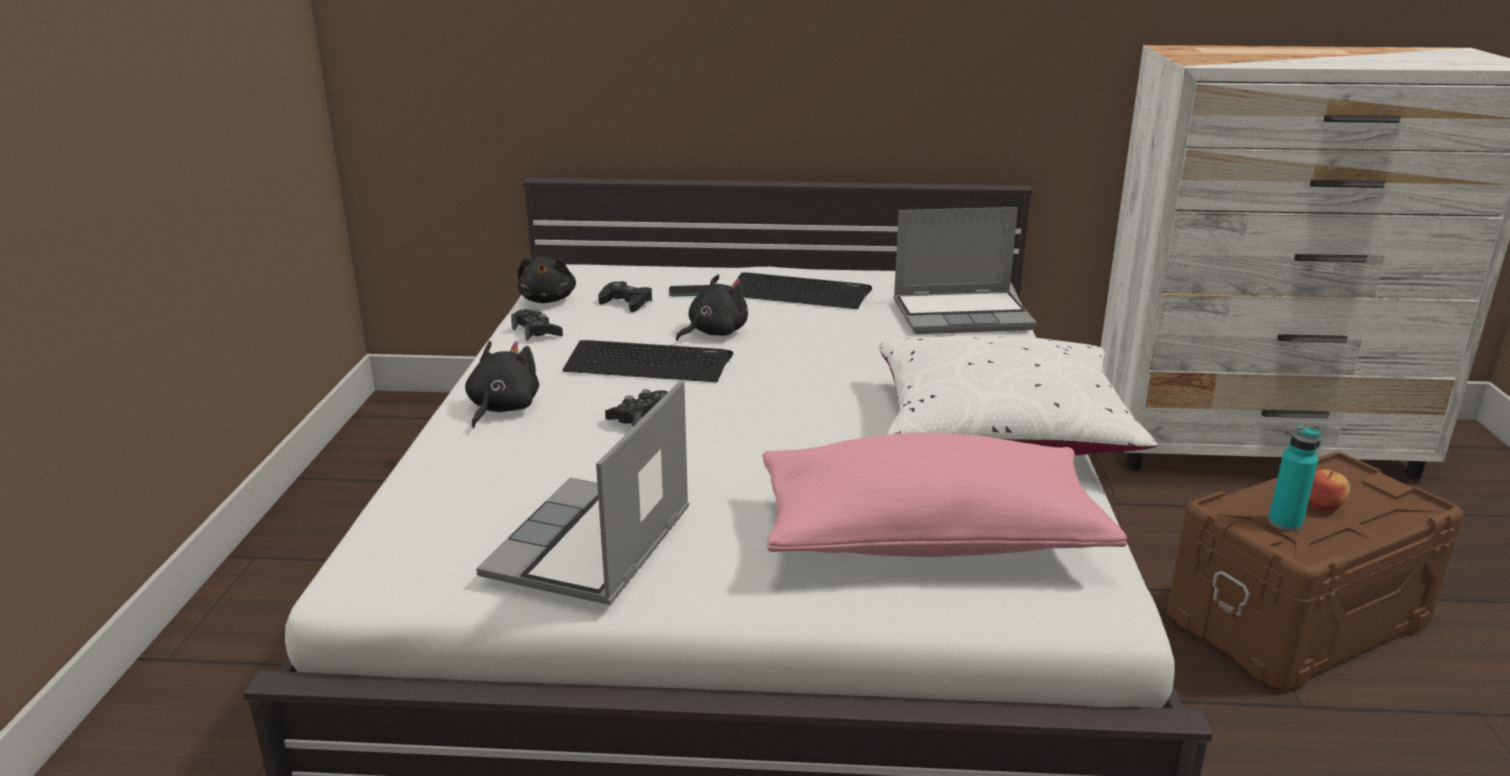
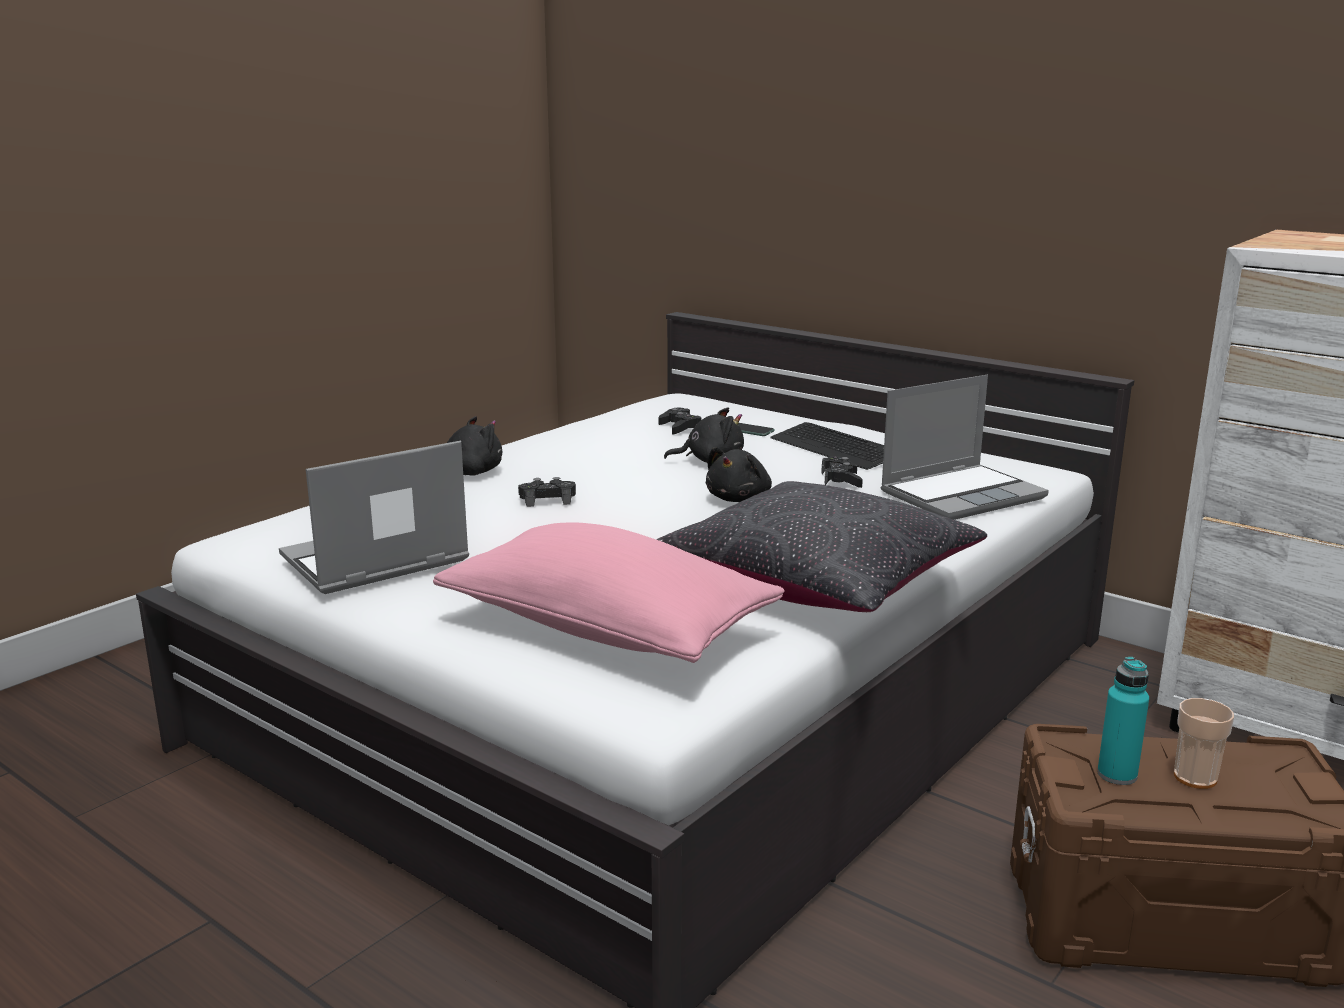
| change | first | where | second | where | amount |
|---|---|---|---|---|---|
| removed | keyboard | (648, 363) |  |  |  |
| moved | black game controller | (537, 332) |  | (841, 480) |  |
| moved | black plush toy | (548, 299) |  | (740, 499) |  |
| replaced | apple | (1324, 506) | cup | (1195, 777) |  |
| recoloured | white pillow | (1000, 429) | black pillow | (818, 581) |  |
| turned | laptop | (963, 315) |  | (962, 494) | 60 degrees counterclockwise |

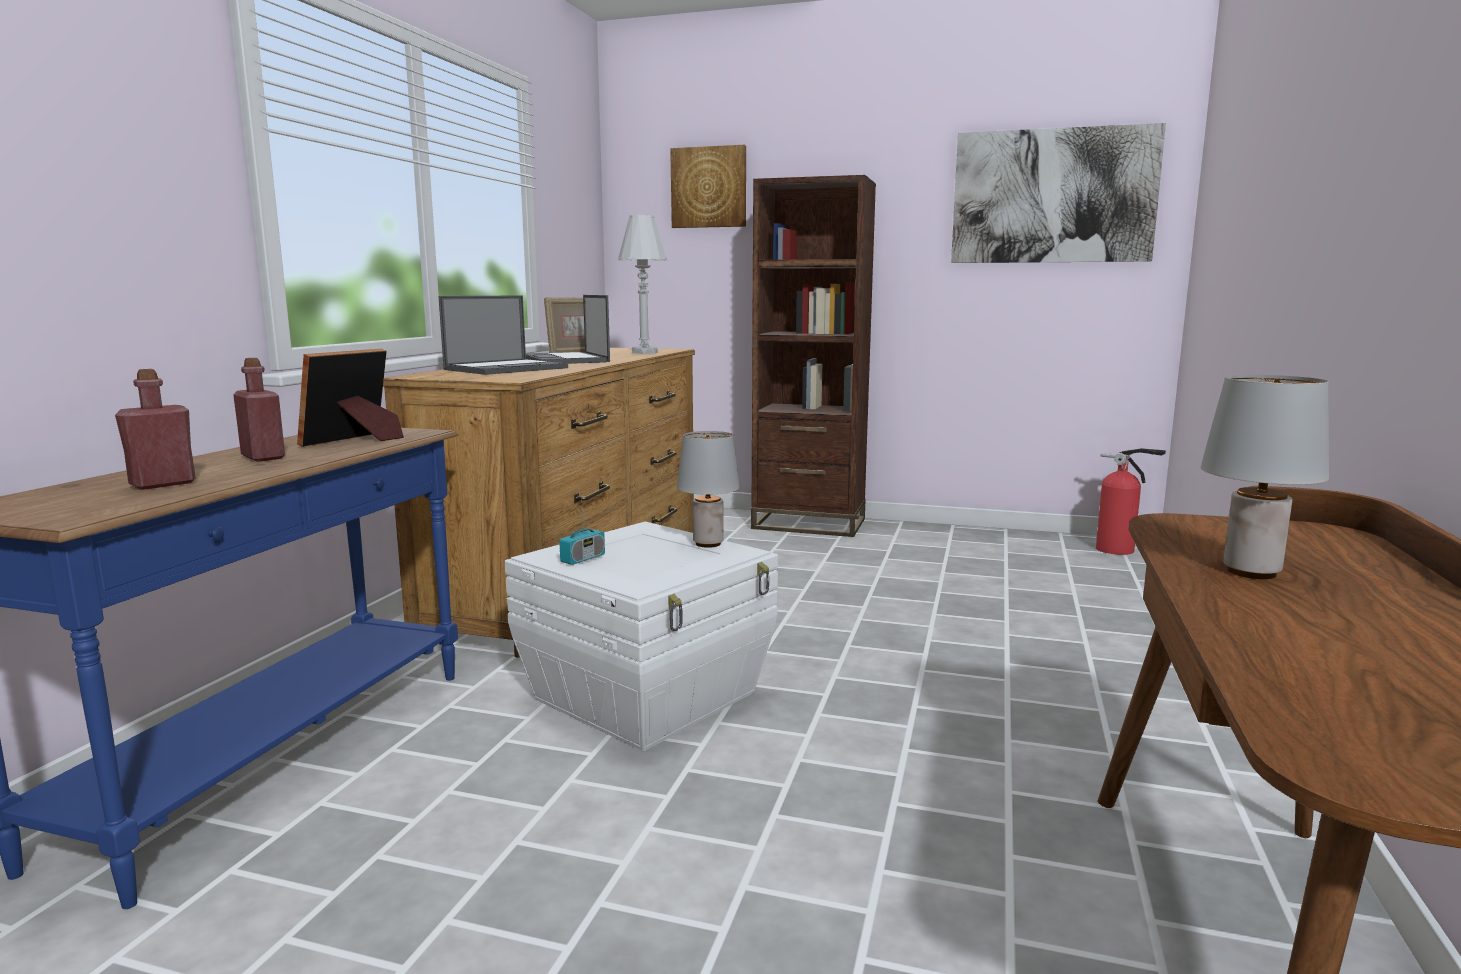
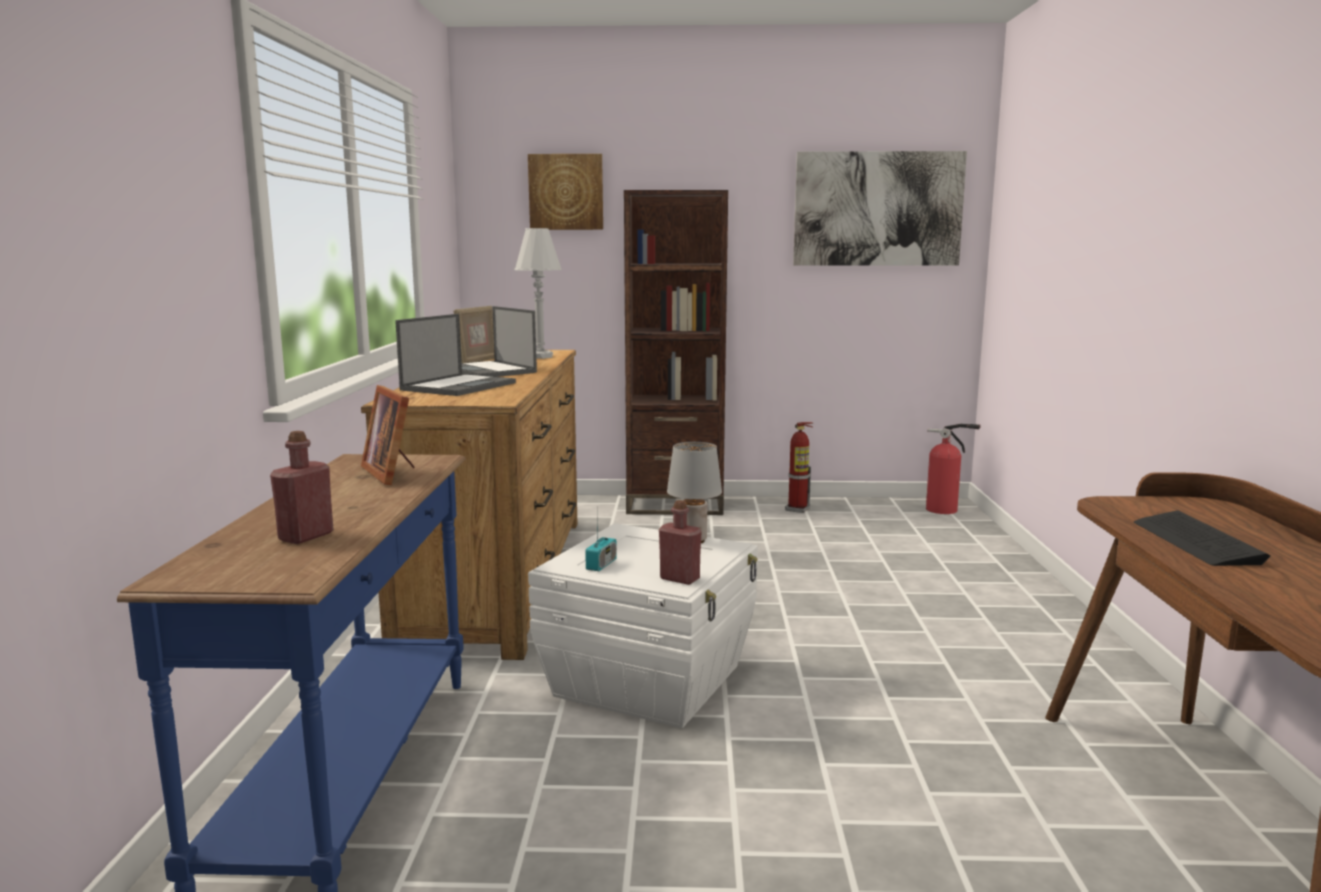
| change | first | where | second | where | amount |
|---|---|---|---|---|---|
| added |  |  | fire extinguisher | (798, 509) |  |
| moved | red bottle | (263, 457) |  | (679, 579) |  |
| replaced | grey table lamp | (1251, 572) | keyboard | (1196, 542) |  |
| turned | picture frame | (356, 440) |  | (393, 473) | 45 degrees counterclockwise |

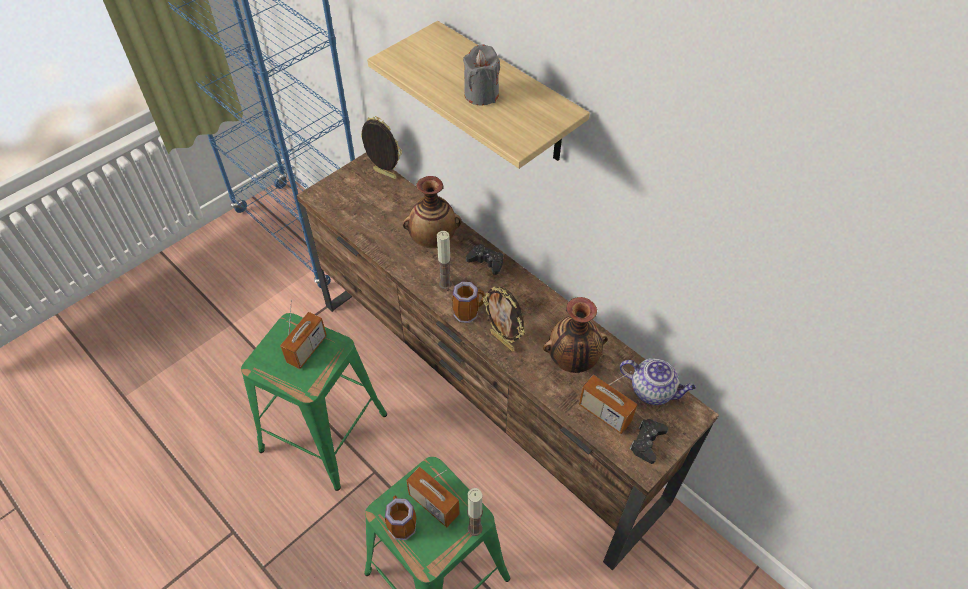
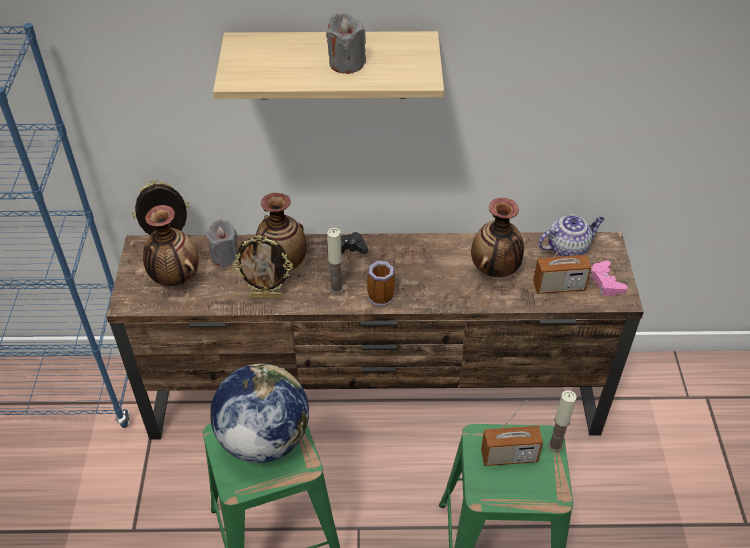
| change | first | where | second | where | amount |
|---|---|---|---|---|---|
| removed | mug | (400, 525) |  |  |  |
| added |  |  | vase | (175, 277) |  |
| added |  |  | grey candle | (225, 256) |  |
| moved | picture frame | (503, 341) |  | (267, 296) |  |
| replaced | radio | (307, 349) | globe | (263, 438) |  |
| recoloured | black game controller | (647, 442) | pink game controller | (605, 282) |  |

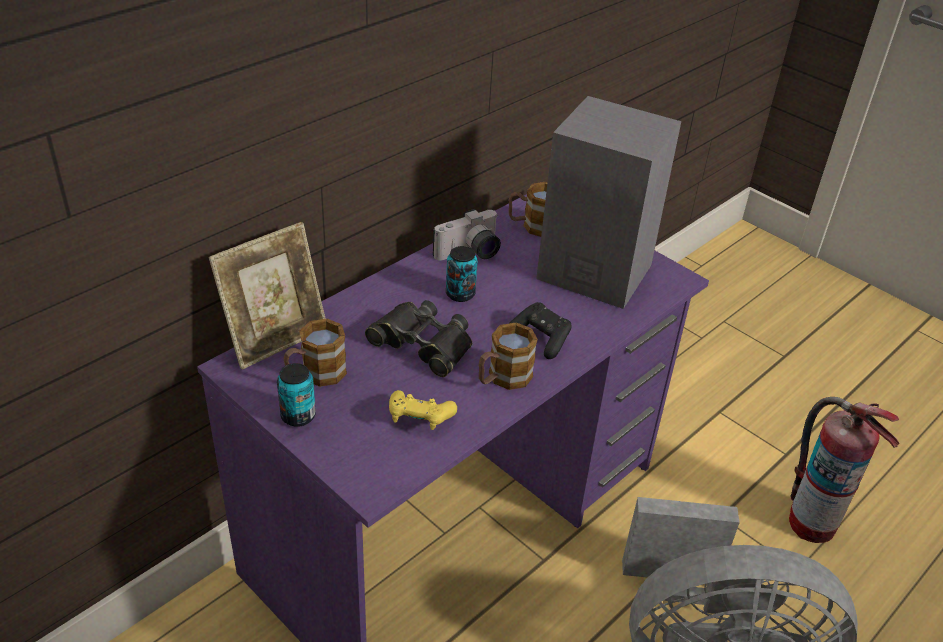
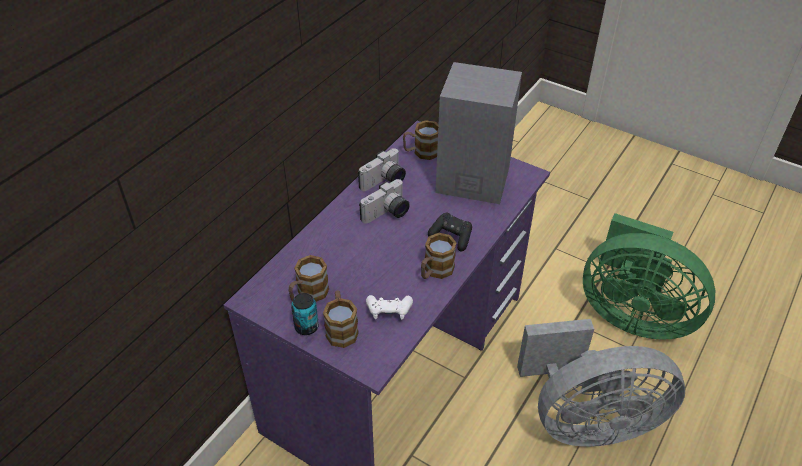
| change | first | where | second | where | amount |
|---|---|---|---|---|---|
| removed | picture frame | (276, 339) |  |  |  |
| removed | black binoculars | (423, 344) |  |  |  |
| added |  |  | mug | (341, 328) |  |
| replaced | can | (460, 294) | photo camera | (387, 214) |  |
| replaced | fire extinguisher | (811, 522) | green fan | (632, 314) |  |
| recoloured | yellow game controller | (419, 419) | white game controller | (389, 312) |  |

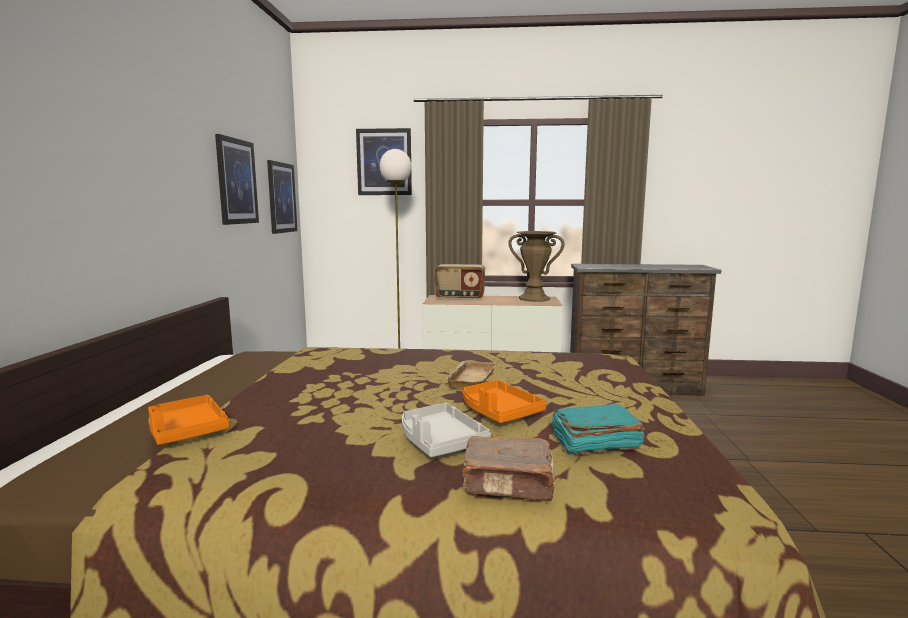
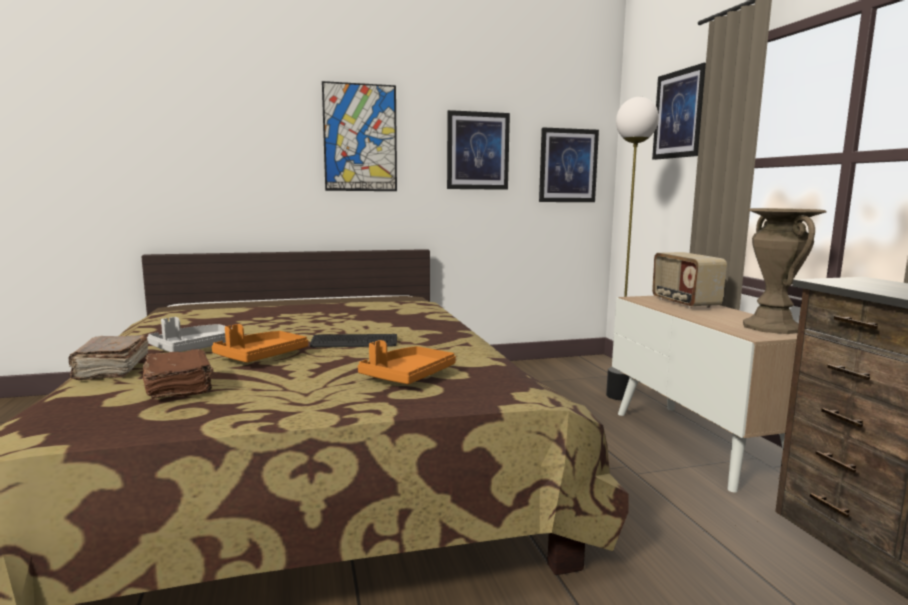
| change | first | where | second | where | amount |
|---|---|---|---|---|---|
| added |  |  | picture | (360, 138) |  |
| moved | orange tray | (187, 431) |  | (407, 376) |  |
| replaced | beige tray | (469, 379) | keyboard | (354, 342) |  |
| recoloured | turquoise book | (593, 443) | brown book | (180, 388) |  |

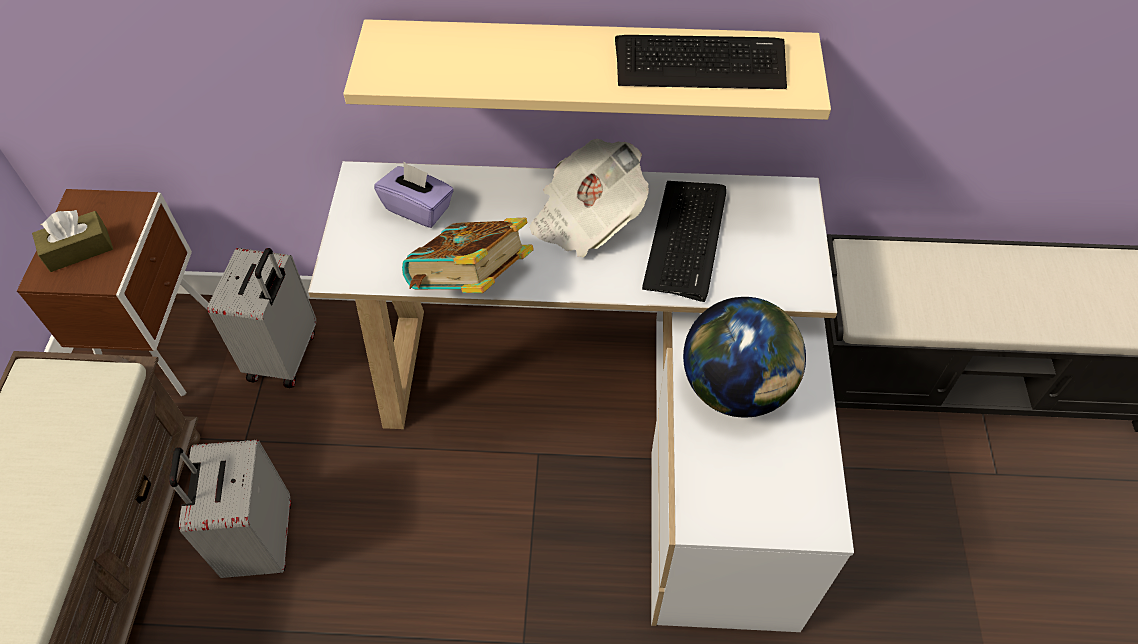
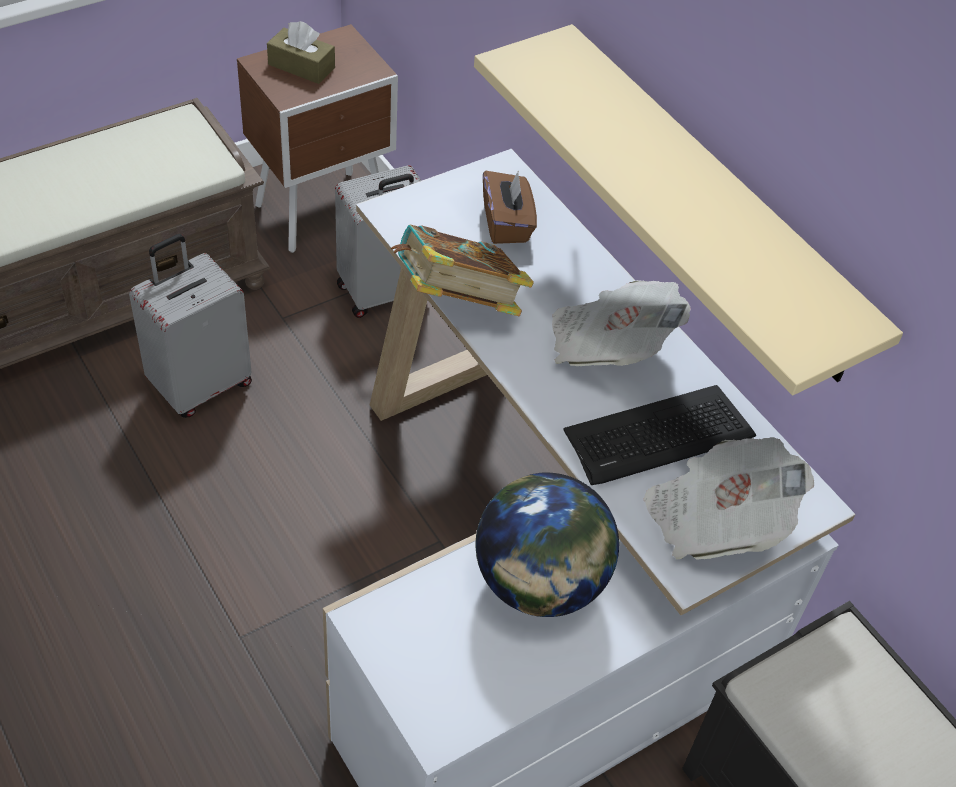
| change | first | where | second | where | amount |
|---|---|---|---|---|---|
| removed | keyboard | (700, 63) |  |  |  |
| added |  |  | newspaper | (716, 520) |  |
| recoloured | purple tissue box | (418, 208) | brown tissue box | (507, 224) |  |

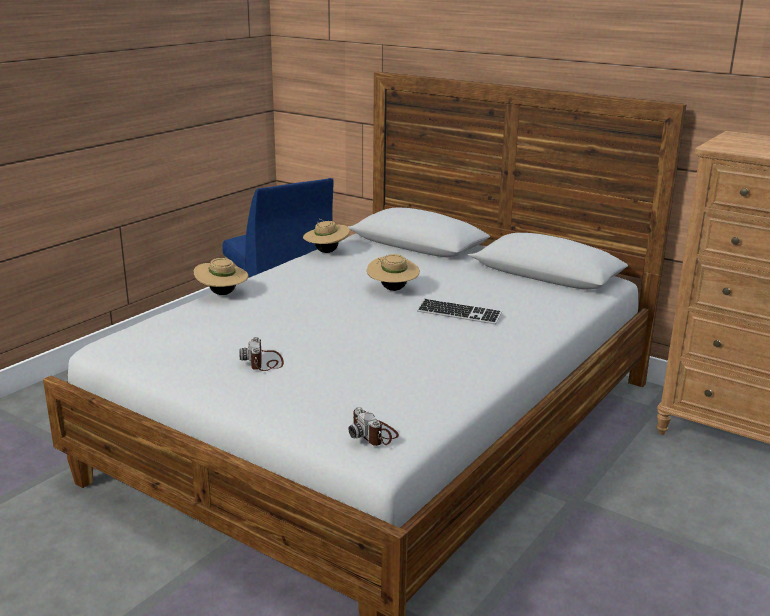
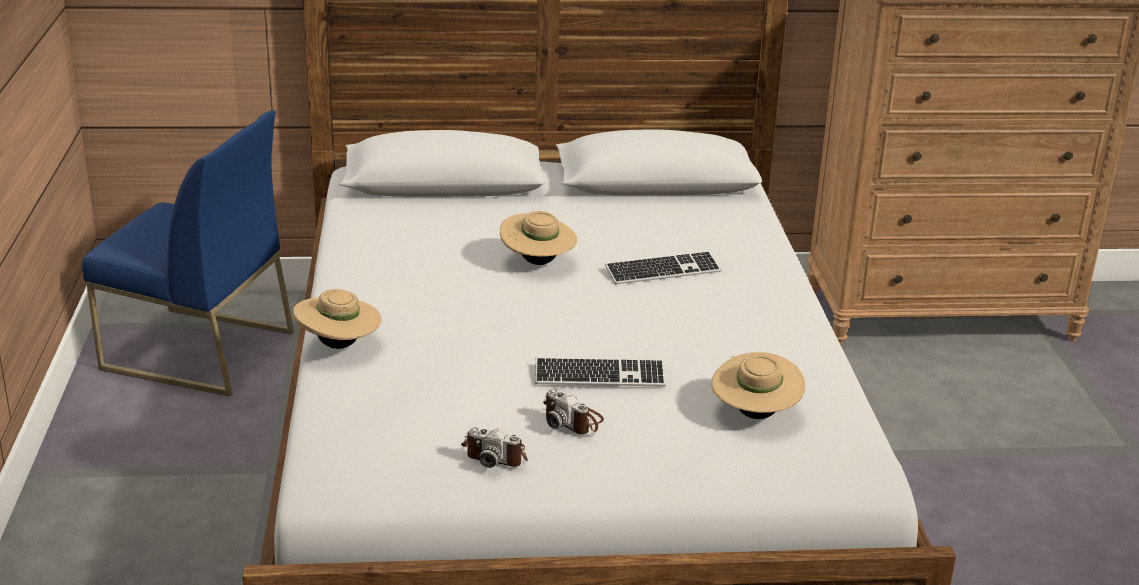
| change | first | where | second | where | amount |
|---|---|---|---|---|---|
| added |  |  | keyboard | (600, 376) |  |
| moved | beige hat | (326, 251) |  | (754, 414) |  |
| moved | photo camera | (374, 434) |  | (496, 454) |  |

